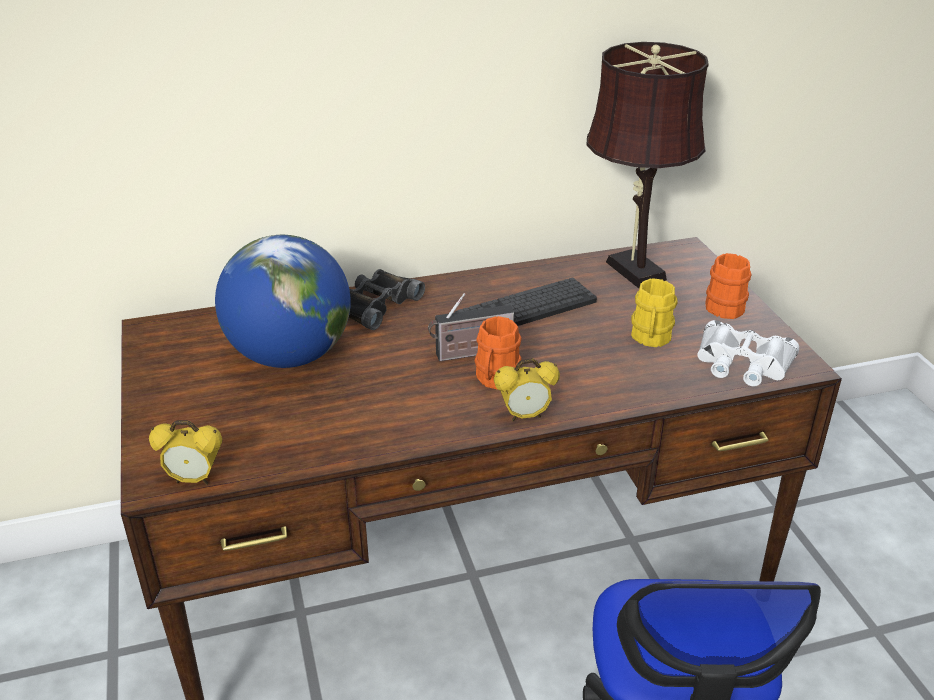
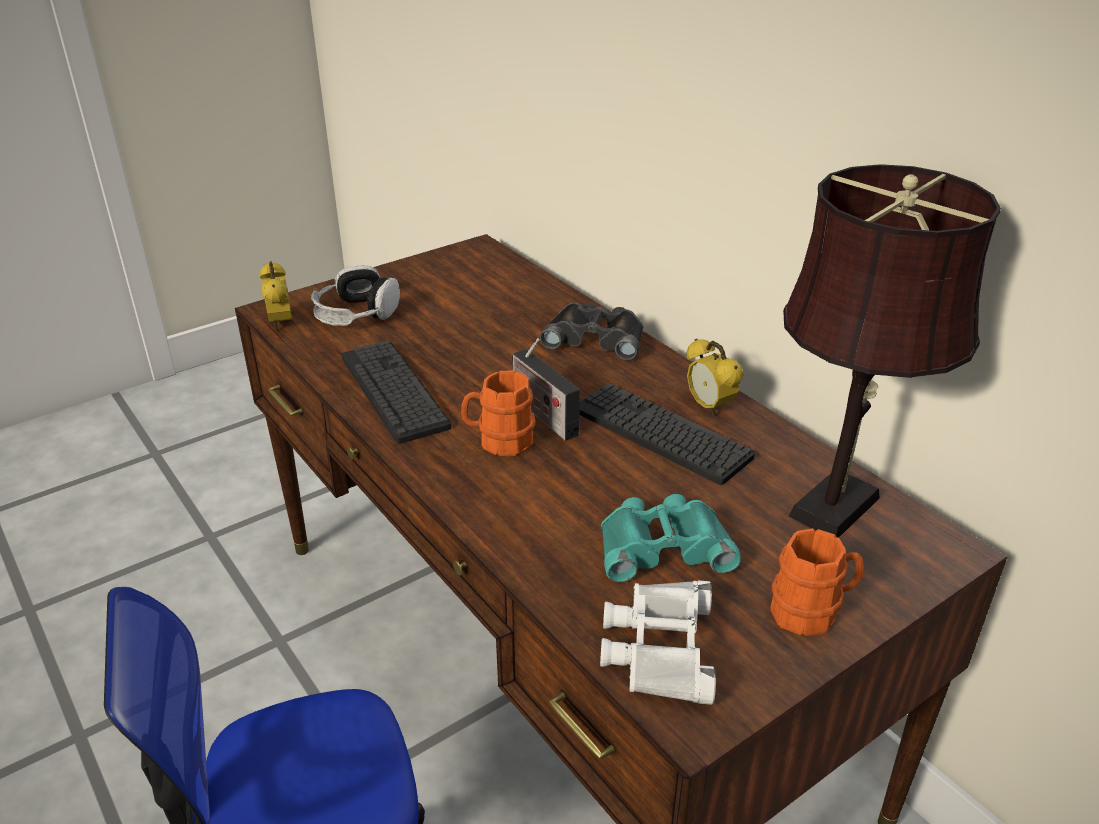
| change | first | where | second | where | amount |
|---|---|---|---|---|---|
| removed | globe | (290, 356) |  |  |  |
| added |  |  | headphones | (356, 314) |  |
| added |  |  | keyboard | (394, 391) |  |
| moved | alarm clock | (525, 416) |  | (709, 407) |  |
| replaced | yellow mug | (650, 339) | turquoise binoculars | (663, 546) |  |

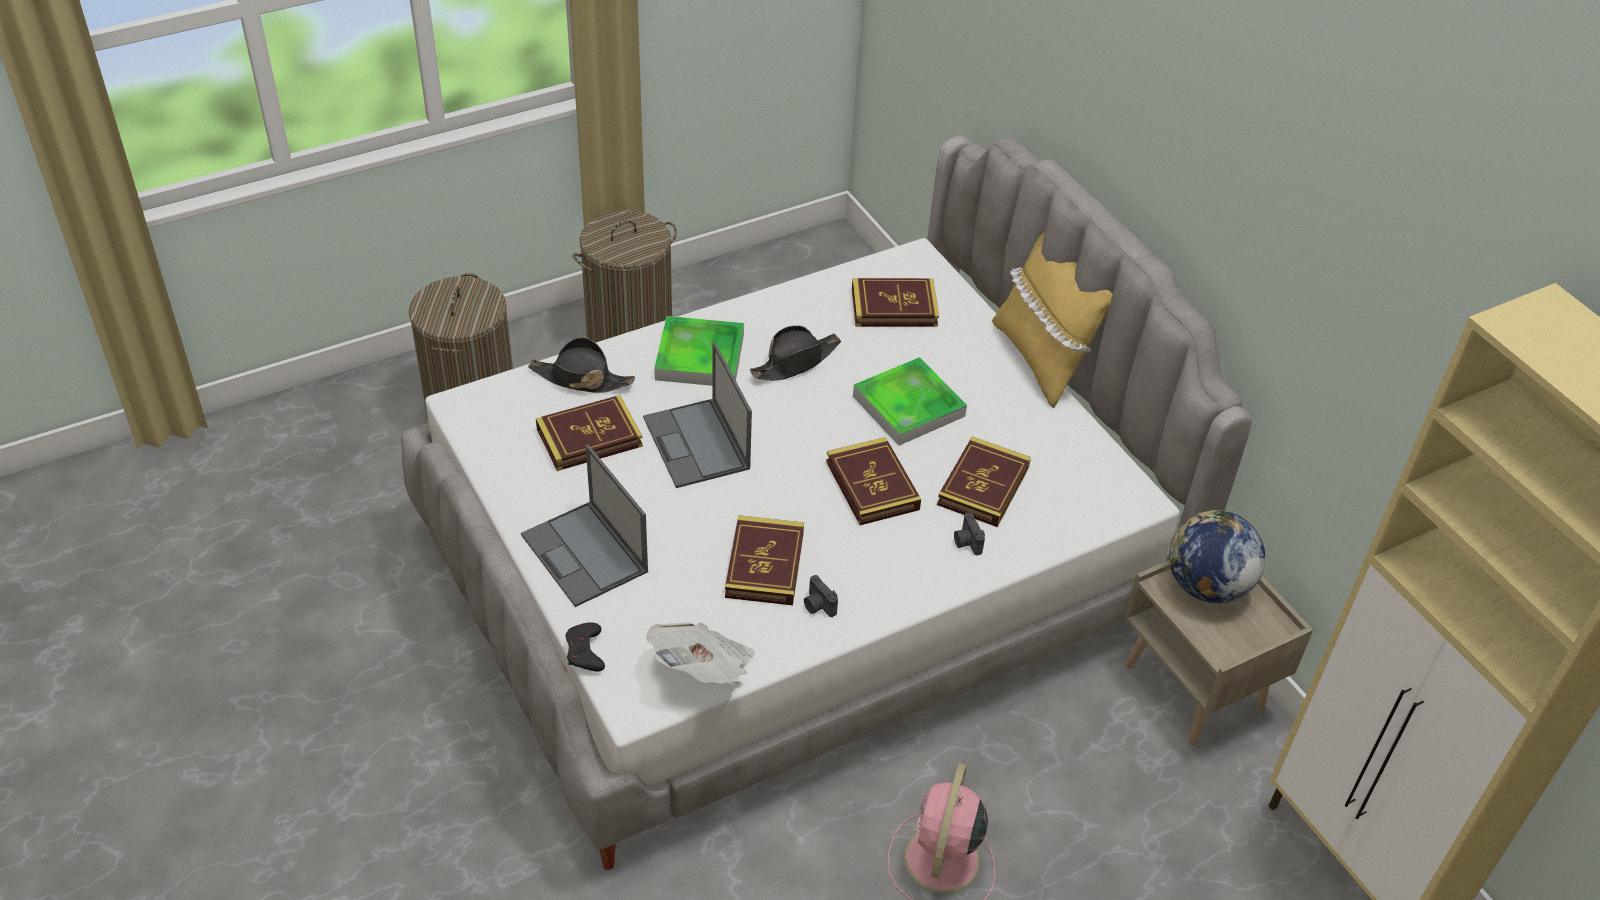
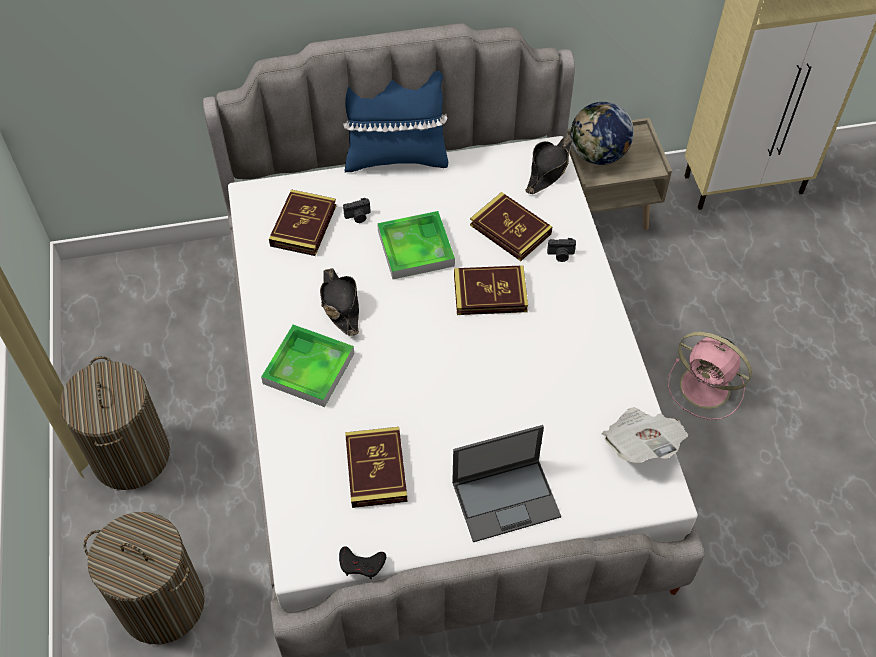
| change | first | where | second | where | amount |
|---|---|---|---|---|---|
| removed | laptop | (697, 444) |  |  |  |
| removed | book | (764, 564) |  |  |  |
| moved | black hat | (581, 378) |  | (548, 170) |  |
| moved | black game controller | (585, 651) |  | (361, 564) |  |
| moved | photo camera | (818, 606) |  | (358, 217) |  |
| recoloured | yellow pillow | (1041, 359) | blue pillow | (395, 158) |  |

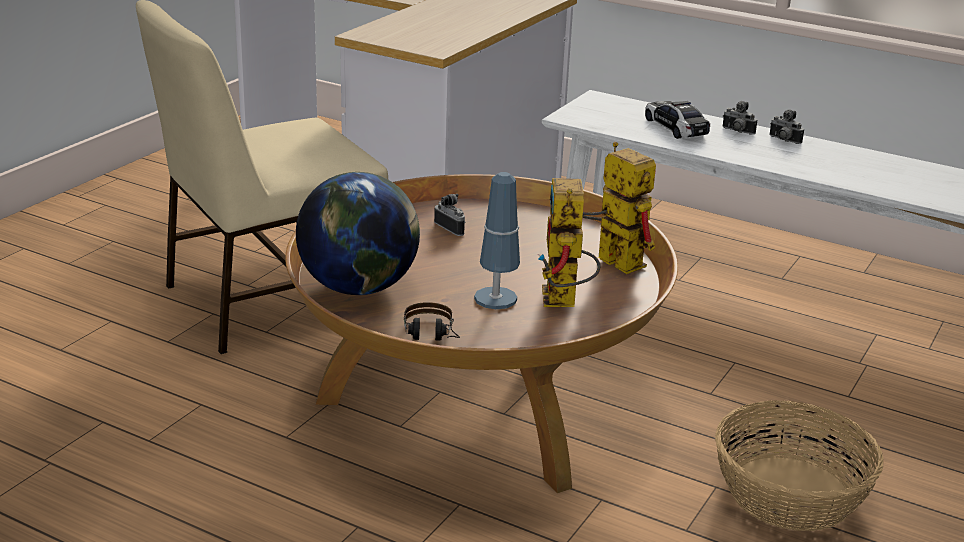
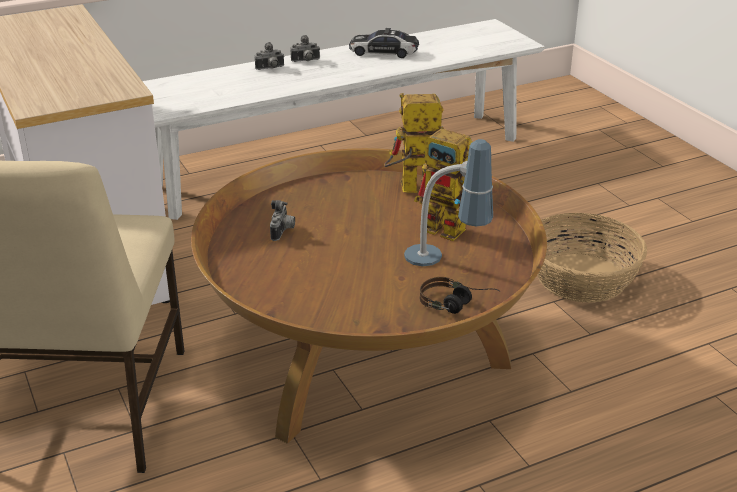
| change | first | where | second | where | amount |
|---|---|---|---|---|---|
| removed | globe | (359, 287) |  |  |  |
| moved | toy car | (676, 128) |  | (384, 52) |  |
| turned | photo camera | (452, 228) |  | (283, 232) | 105 degrees clockwise |

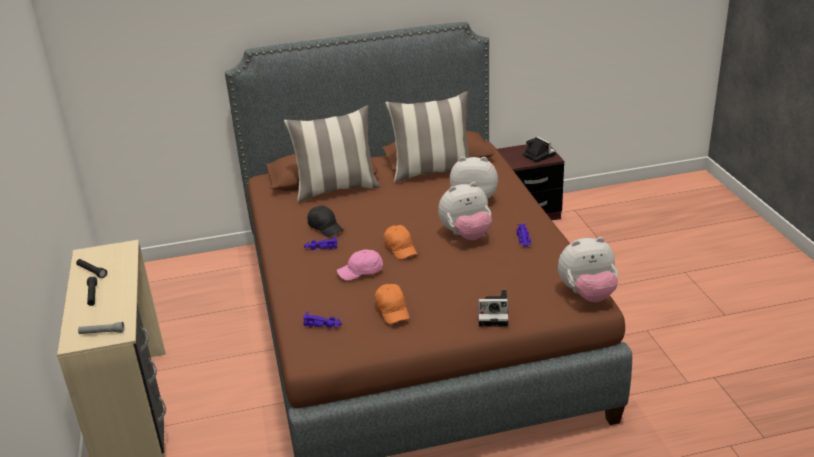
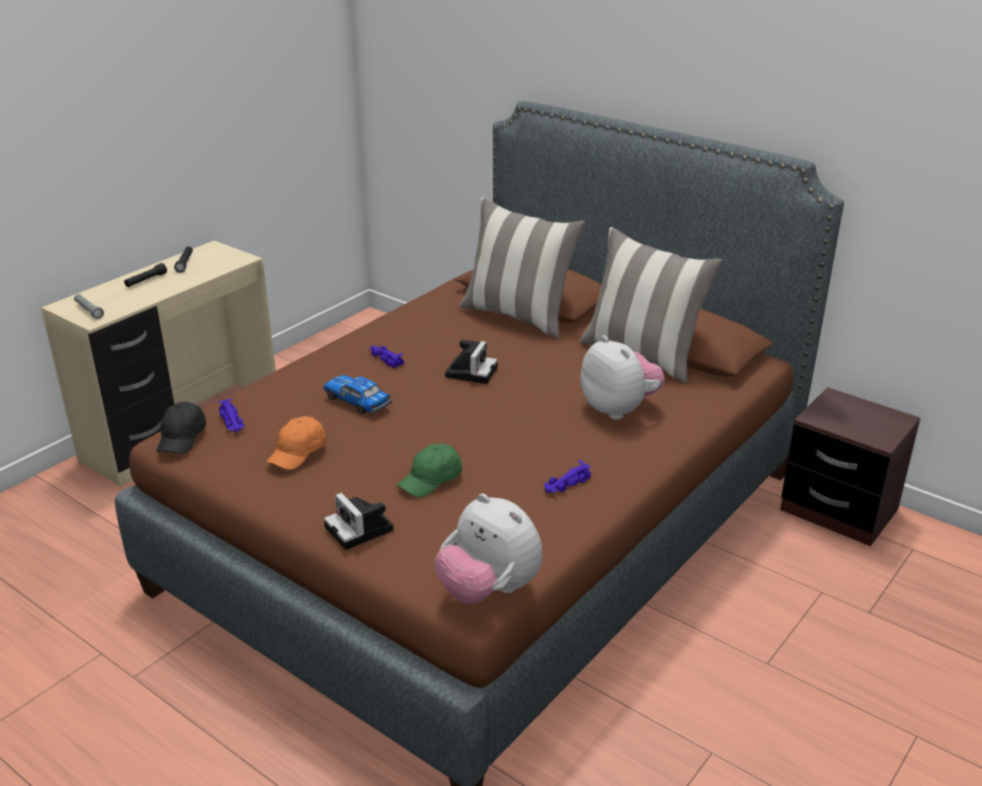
| change | first | where | second | where | amount |
|---|---|---|---|---|---|
| removed | orange cap | (400, 248) |  |  |  |
| removed | plush toy | (466, 235) |  |  |  |
| added |  |  | green cap | (431, 480) |  |
| moved | black cap | (325, 227) |  | (182, 438) |  |
| moved | photo camera | (538, 155) |  | (471, 371) |  |
| replaced | pink cap | (361, 272) | toy car | (358, 401) |  |

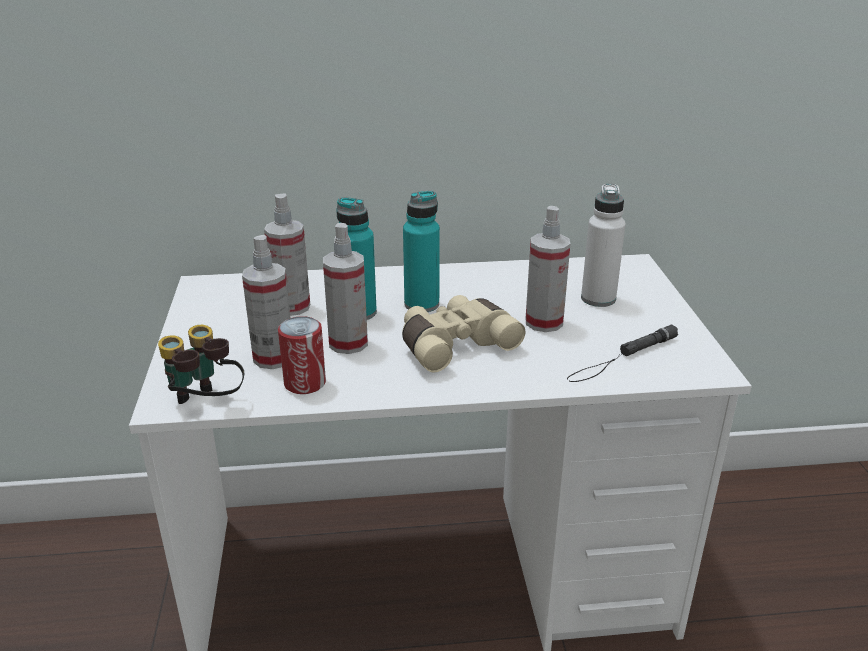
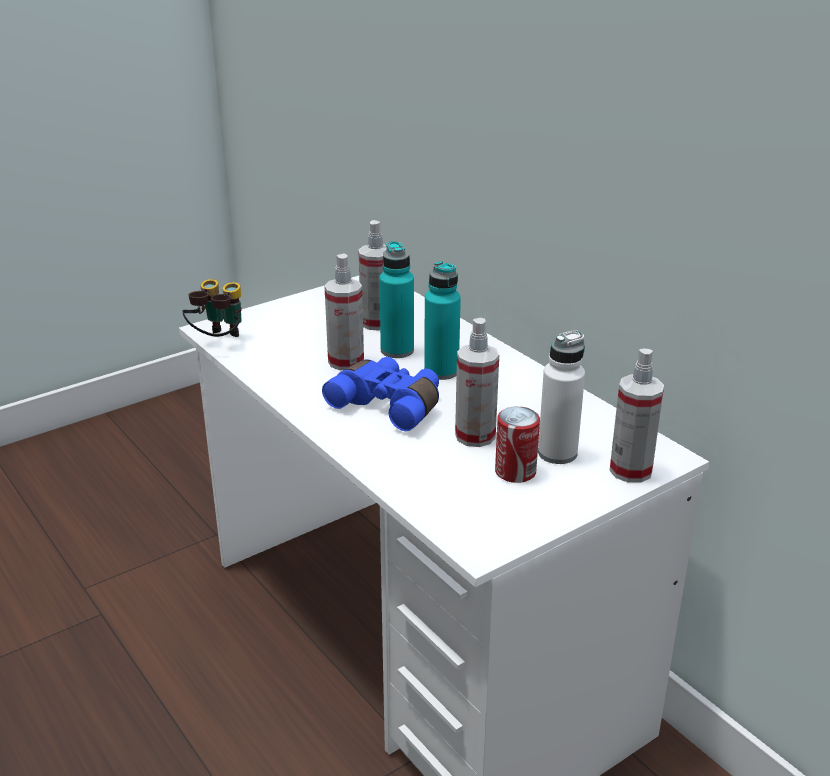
| change | first | where | second | where | amount |
|---|---|---|---|---|---|
| removed | black flashlight | (622, 358) |  |  |  |
| moved | spray bottle | (273, 358) |  | (630, 470) |  |
| moved | can | (305, 383) |  | (515, 472) |  |
| recoloured | beige binoculars | (454, 344) | blue binoculars | (389, 405) |  |

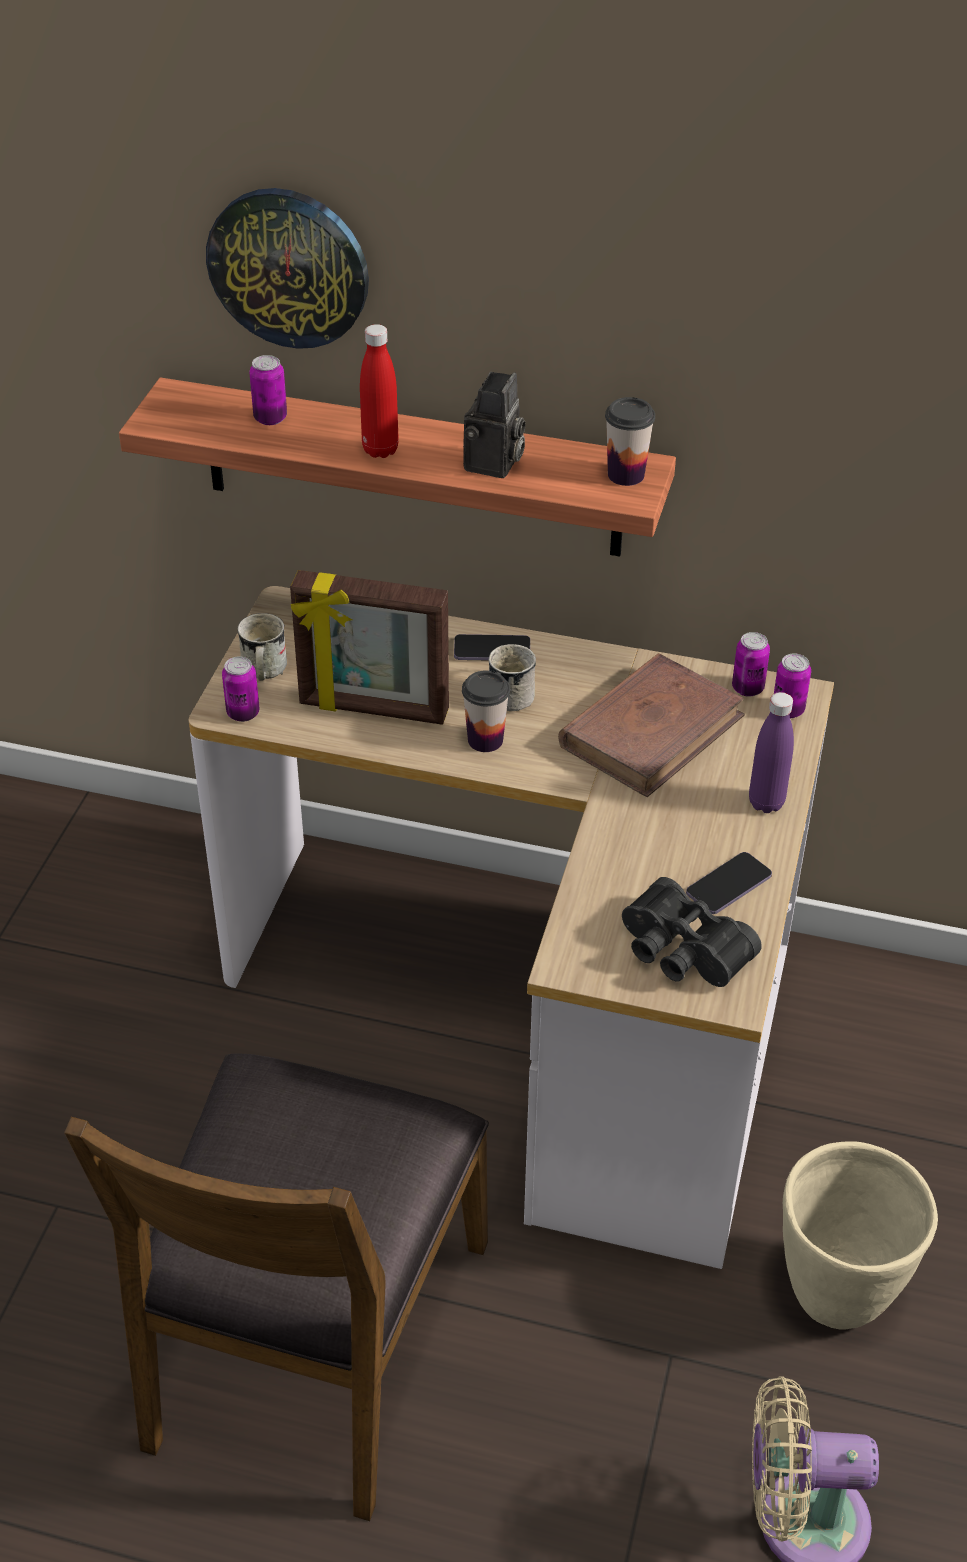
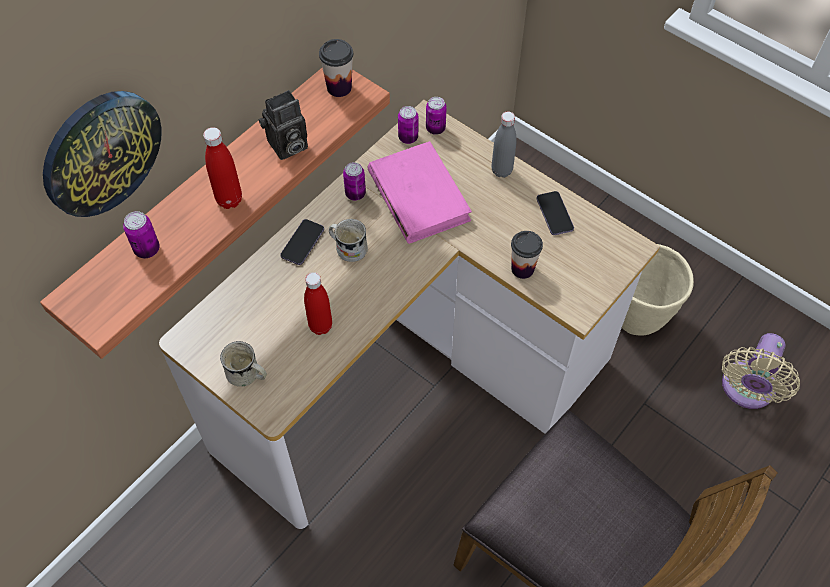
| change | first | where | second | where | amount |
|---|---|---|---|---|---|
| removed | black binoculars | (681, 952) |  |  |  |
| moved | can | (243, 713) |  | (355, 194) |  |
| moved | cup | (485, 740) |  | (522, 269) |  |
| replaced | picture frame | (373, 709) | red bottle | (320, 326) |  |
| recoloured | brown book | (651, 731) | pink book | (418, 195) |  |
| recoloured | purple bottle | (766, 803) | grey bottle | (501, 170) |  |
| turned | photo camera | (494, 465) |  | (287, 147) | 105 degrees clockwise |

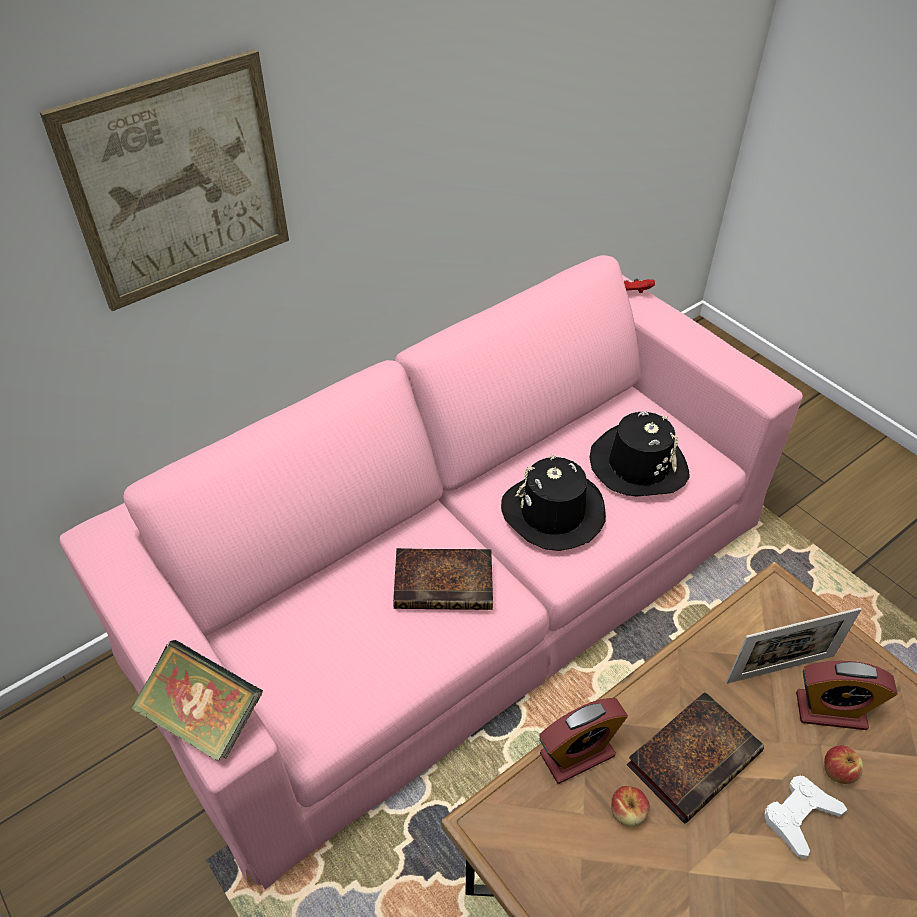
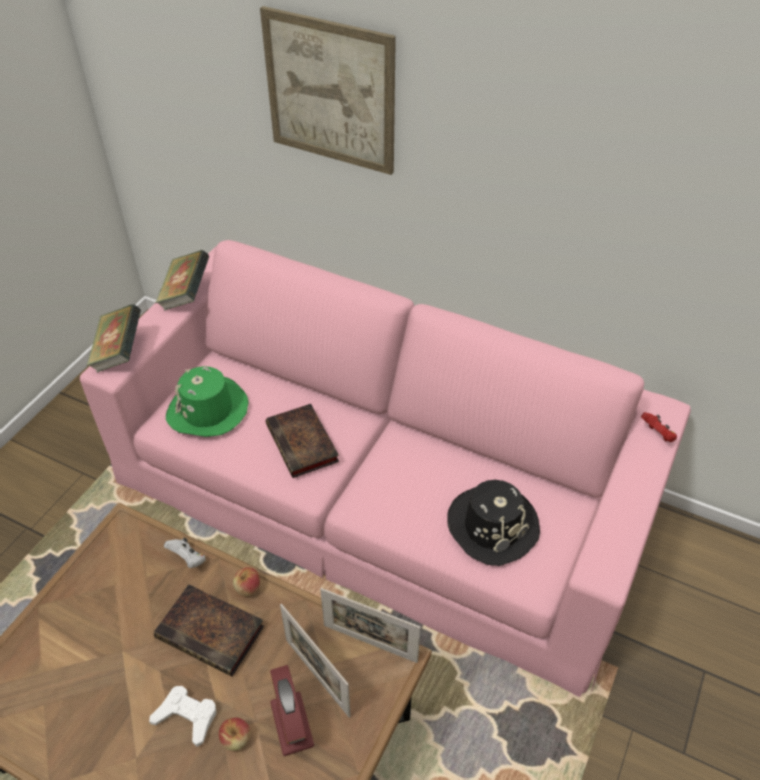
| change | first | where | second | where | amount |
|---|---|---|---|---|---|
| removed | black hat | (553, 512) |  |  |  |
| added |  |  | book | (186, 295) |  |
| added |  |  | green hat | (207, 410) |  |
| added |  |  | picture frame | (370, 643) |  |
| moved | apple | (628, 813) |  | (248, 588) |  |
| replaced | alarm clock | (577, 754) | white game controller | (188, 559) |  |

